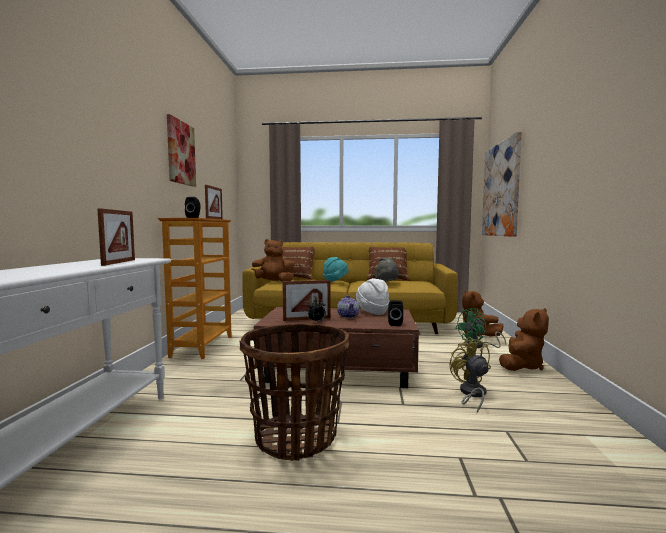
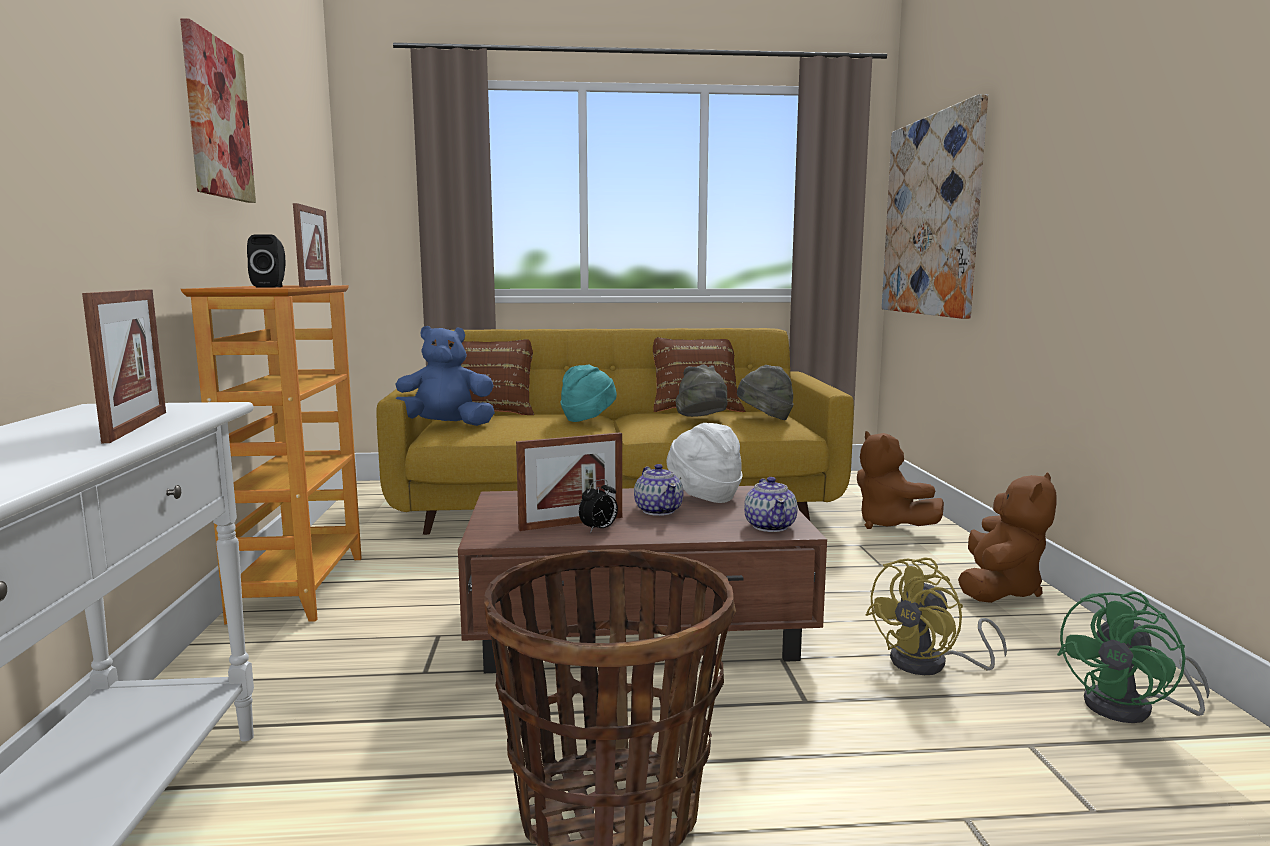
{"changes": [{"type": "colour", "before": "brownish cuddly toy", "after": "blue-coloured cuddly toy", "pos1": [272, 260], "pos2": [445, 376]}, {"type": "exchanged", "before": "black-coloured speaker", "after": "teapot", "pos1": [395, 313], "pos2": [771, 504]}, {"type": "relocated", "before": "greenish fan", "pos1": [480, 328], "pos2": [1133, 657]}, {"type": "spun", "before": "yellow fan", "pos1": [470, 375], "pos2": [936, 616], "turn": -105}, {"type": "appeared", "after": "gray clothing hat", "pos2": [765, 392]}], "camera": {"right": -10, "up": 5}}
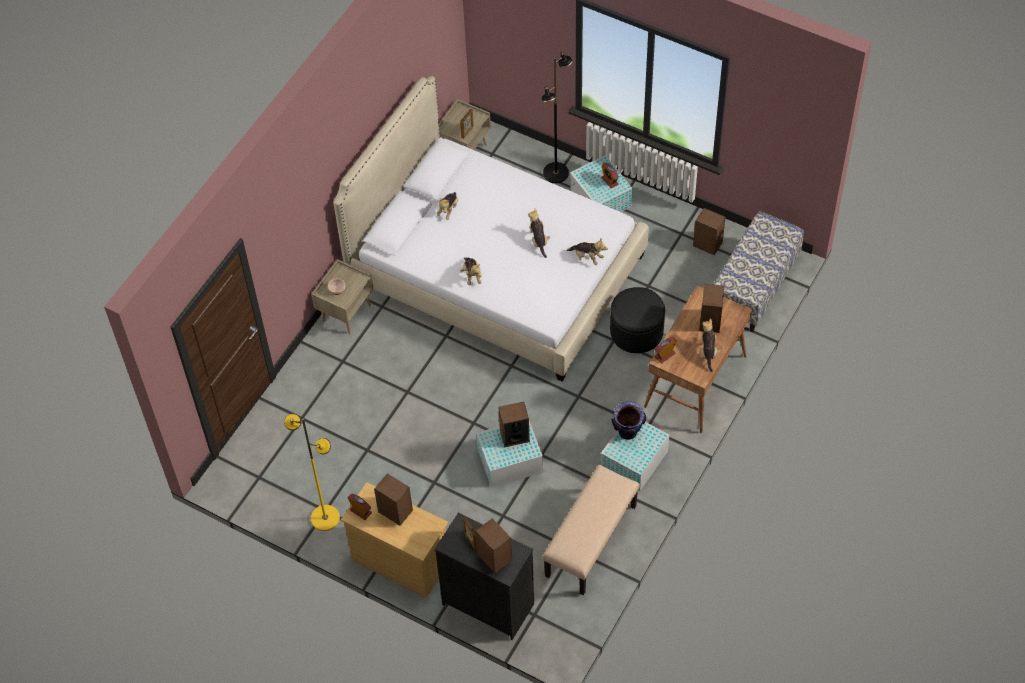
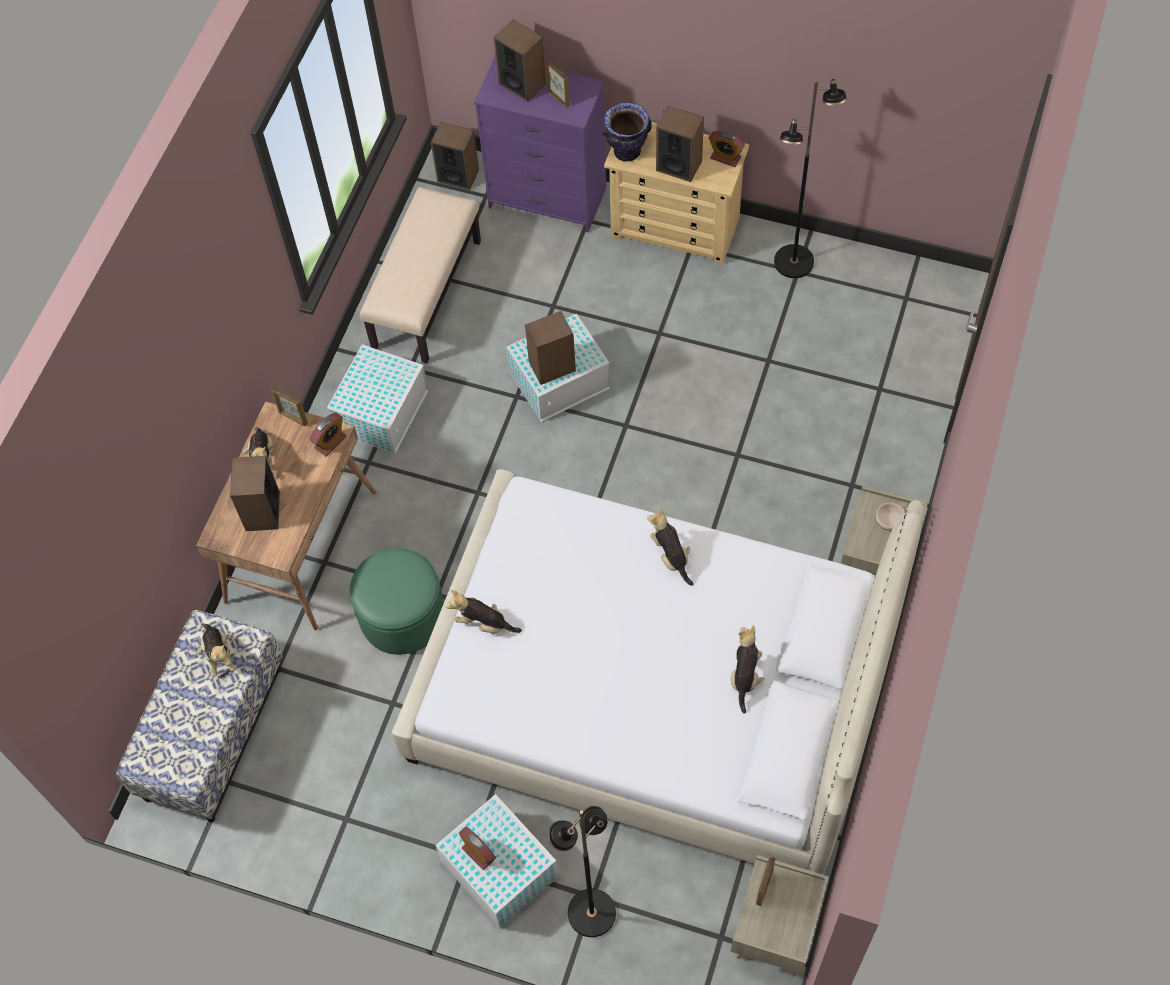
{"changes": [{"type": "relocated", "before": "cuddly toy", "pos1": [539, 233], "pos2": [216, 650]}, {"type": "relocated", "before": "speaker", "pos1": [709, 231], "pos2": [455, 156]}, {"type": "colour", "before": "black-coloured footrest", "after": "greenish footrest", "pos1": [637, 320], "pos2": [397, 601]}, {"type": "relocated", "before": "decorative vase", "pos1": [628, 420], "pos2": [627, 132]}, {"type": "colour", "before": "yellow standard lamp", "after": "black-coloured standard lamp", "pos1": [312, 472], "pos2": [810, 178]}, {"type": "colour", "before": "black-coloured dresser", "after": "purplish dresser", "pos1": [484, 576], "pos2": [540, 144]}, {"type": "appeared", "after": "photo frame", "pos2": [289, 406]}], "camera": {"right": 170, "up": 5}}
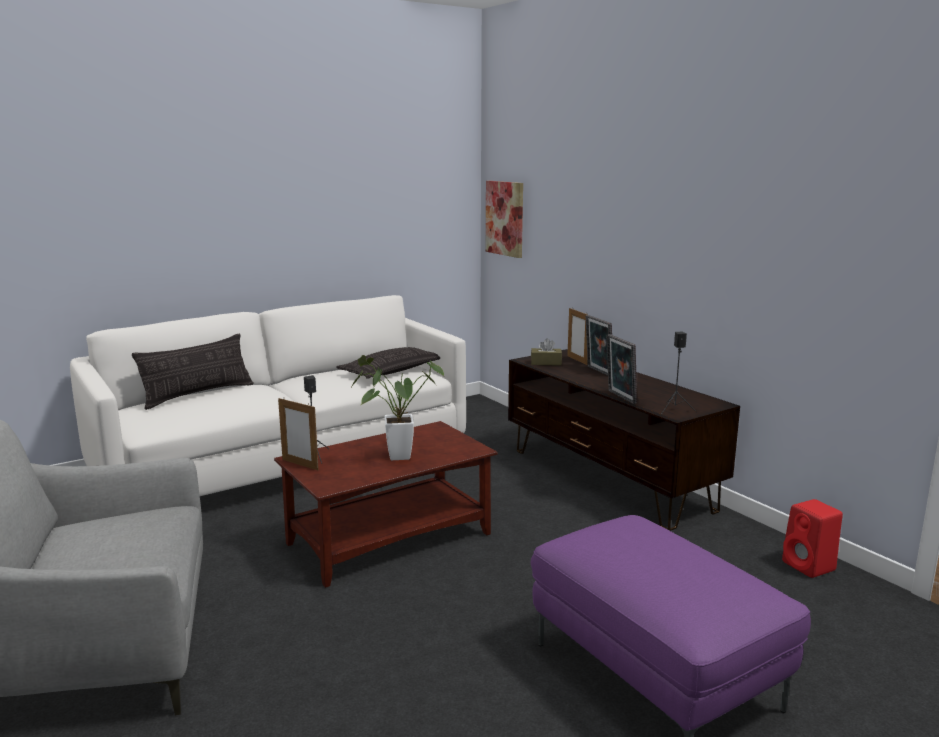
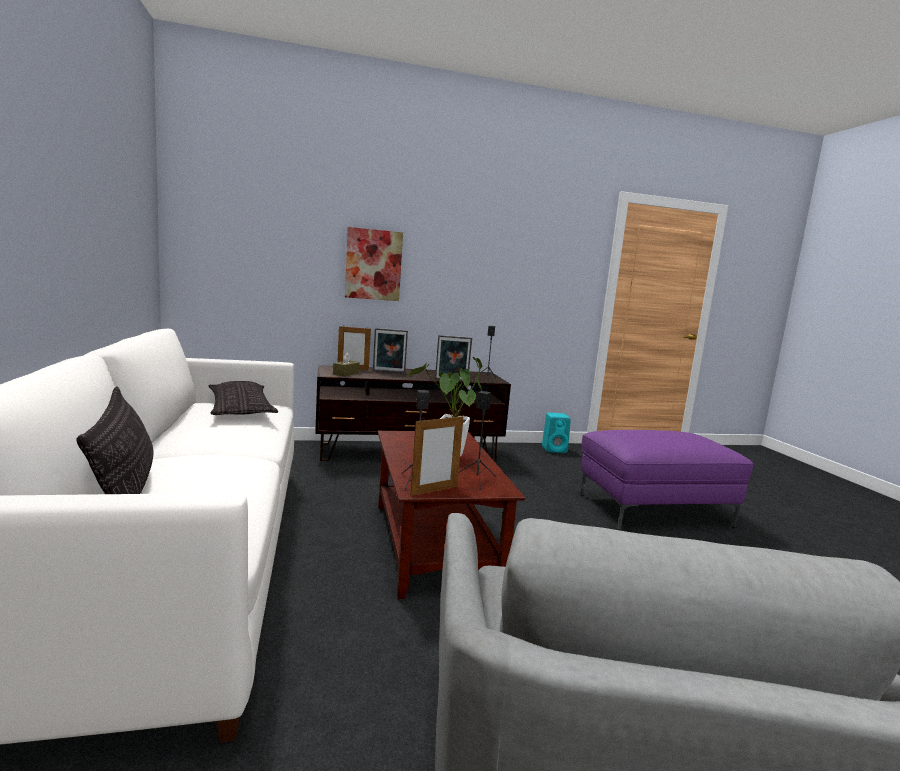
{"changes": [{"type": "relocated", "before": "picture", "pos1": [504, 219], "pos2": [374, 264]}, {"type": "colour", "before": "reddish speaker", "after": "turquoise speaker", "pos1": [812, 538], "pos2": [556, 433]}, {"type": "appeared", "after": "black-coloured speaker", "pos2": [478, 440]}], "camera": {"right": -70, "up": -5}}
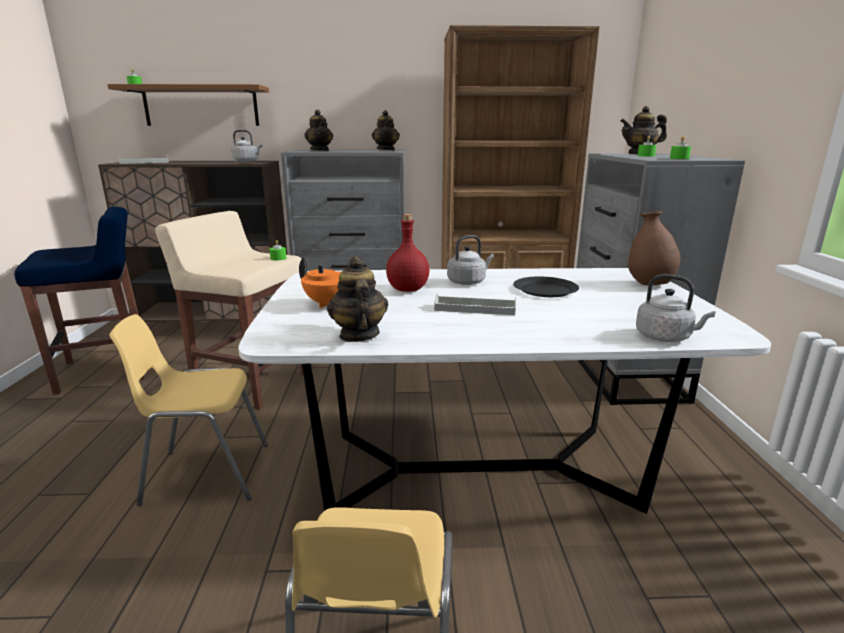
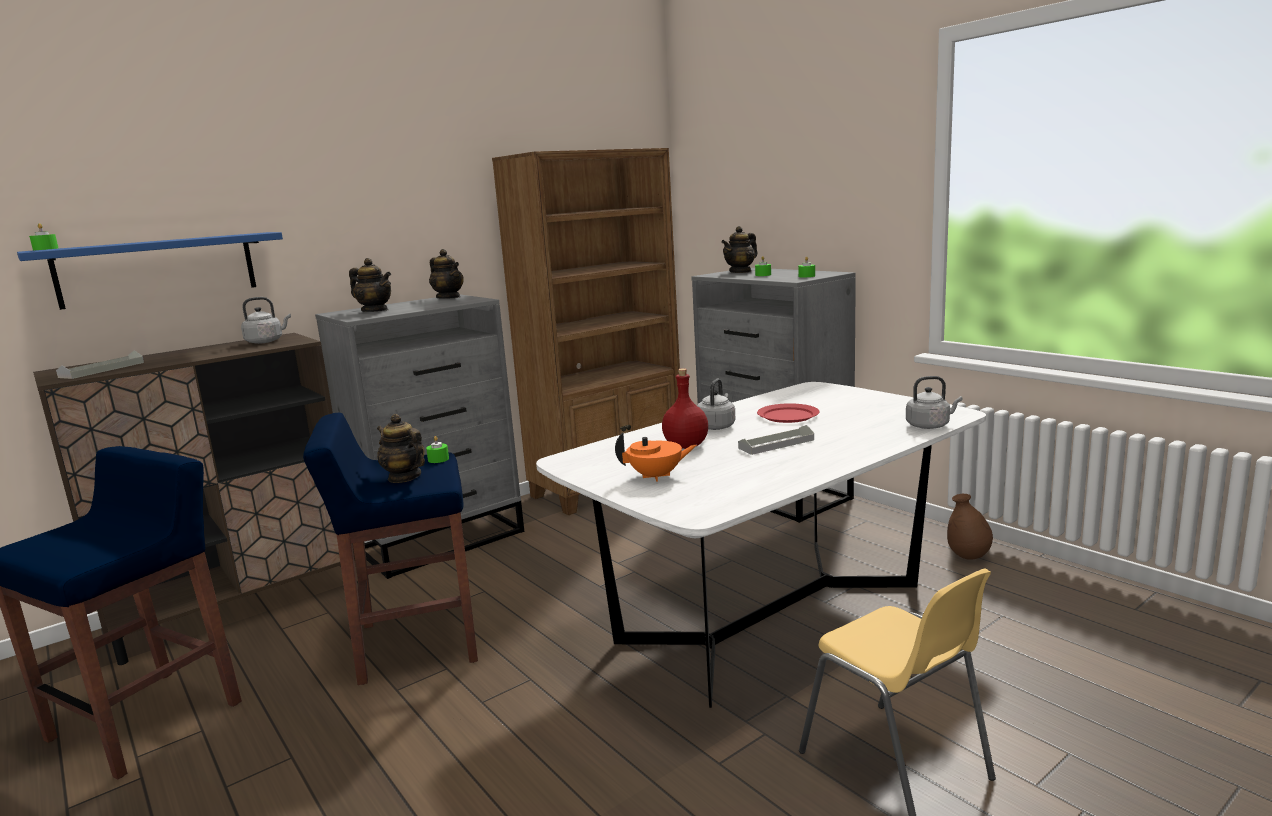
{"changes": [{"type": "colour", "before": "brownish bracket shelf", "after": "blue-coloured bracket shelf", "pos1": [188, 105], "pos2": [150, 271]}, {"type": "colour", "before": "beige sitting stool", "after": "blue-coloured sitting stool", "pos1": [229, 310], "pos2": [390, 549]}, {"type": "relocated", "before": "brownish decorative vase", "pos1": [654, 248], "pos2": [970, 527]}, {"type": "relocated", "before": "teapot", "pos1": [357, 299], "pos2": [401, 448]}, {"type": "colour", "before": "black-coloured flat dish", "after": "reddish flat dish", "pos1": [546, 287], "pos2": [788, 413]}, {"type": "missing", "before": "yellow chair", "pos1": [189, 410]}], "camera": {"right": -35, "up": -5}}
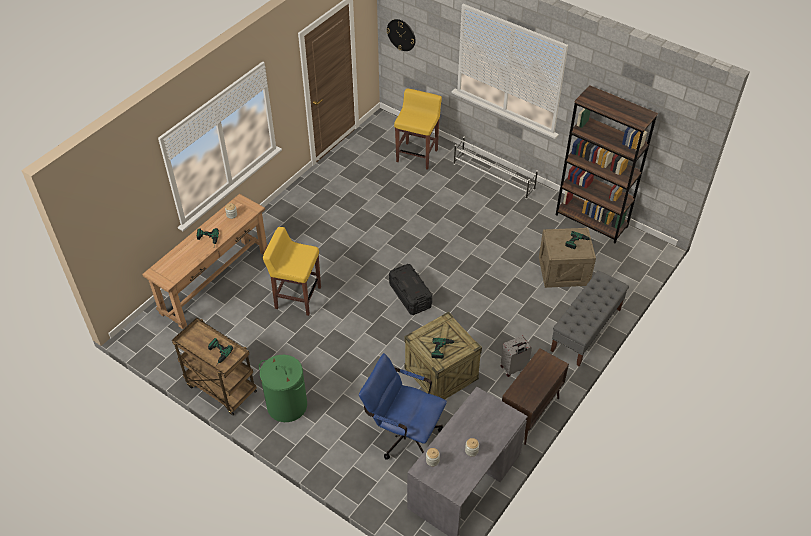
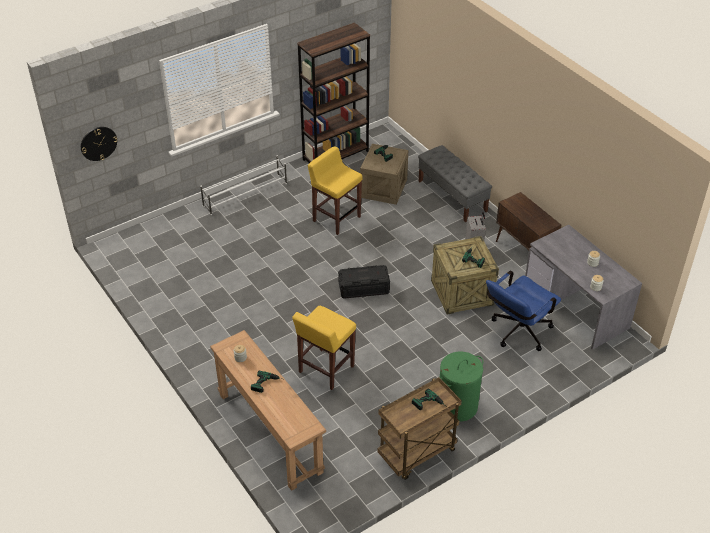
{"changes": [{"type": "relocated", "before": "yellow sitting stool", "pos1": [418, 129], "pos2": [335, 190]}], "camera": {"right": -70, "up": -5}}
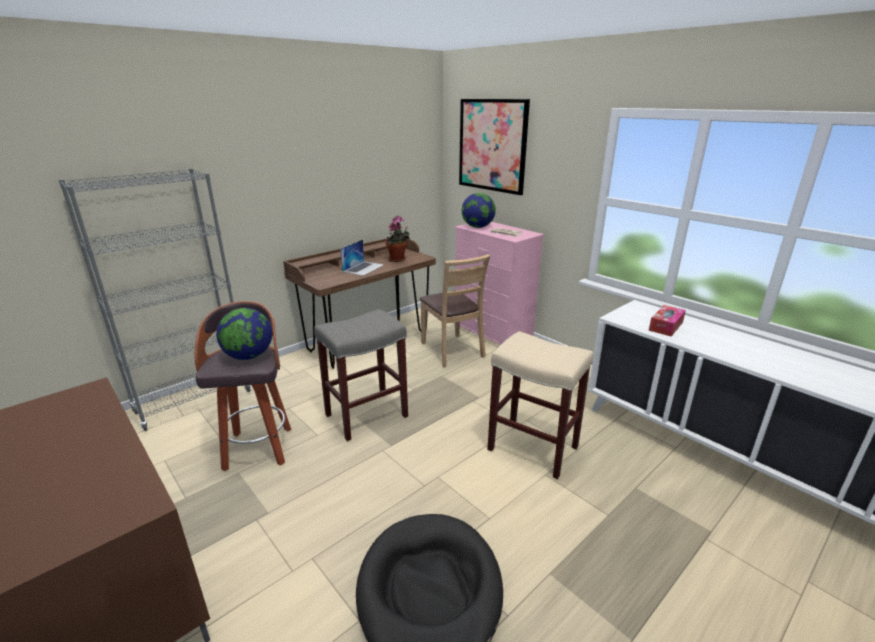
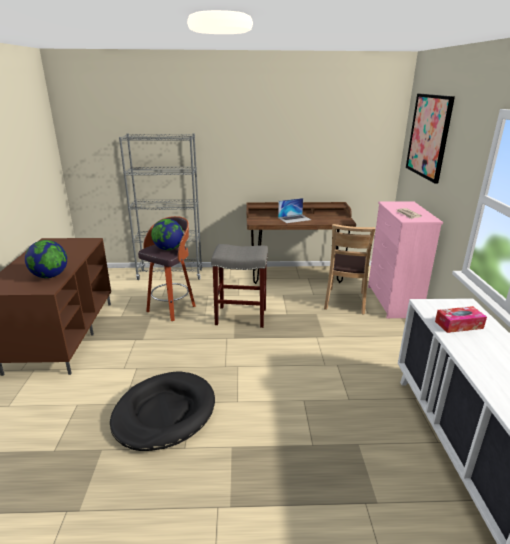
{"changes": [{"type": "relocated", "before": "globe", "pos1": [479, 210], "pos2": [46, 259]}, {"type": "missing", "before": "potted plant", "pos1": [397, 239]}, {"type": "missing", "before": "beige sitting stool", "pos1": [540, 405]}], "camera": {"right": 40, "up": 0}}
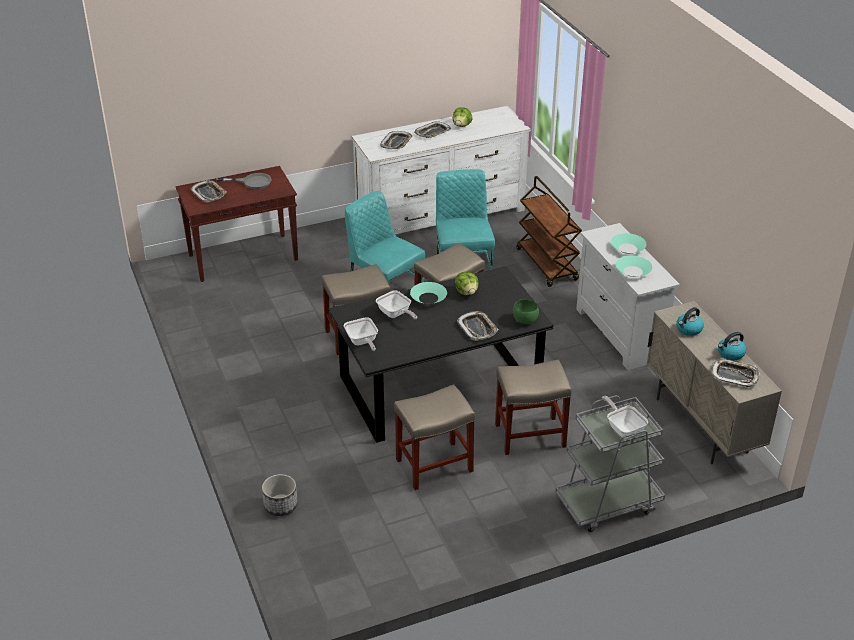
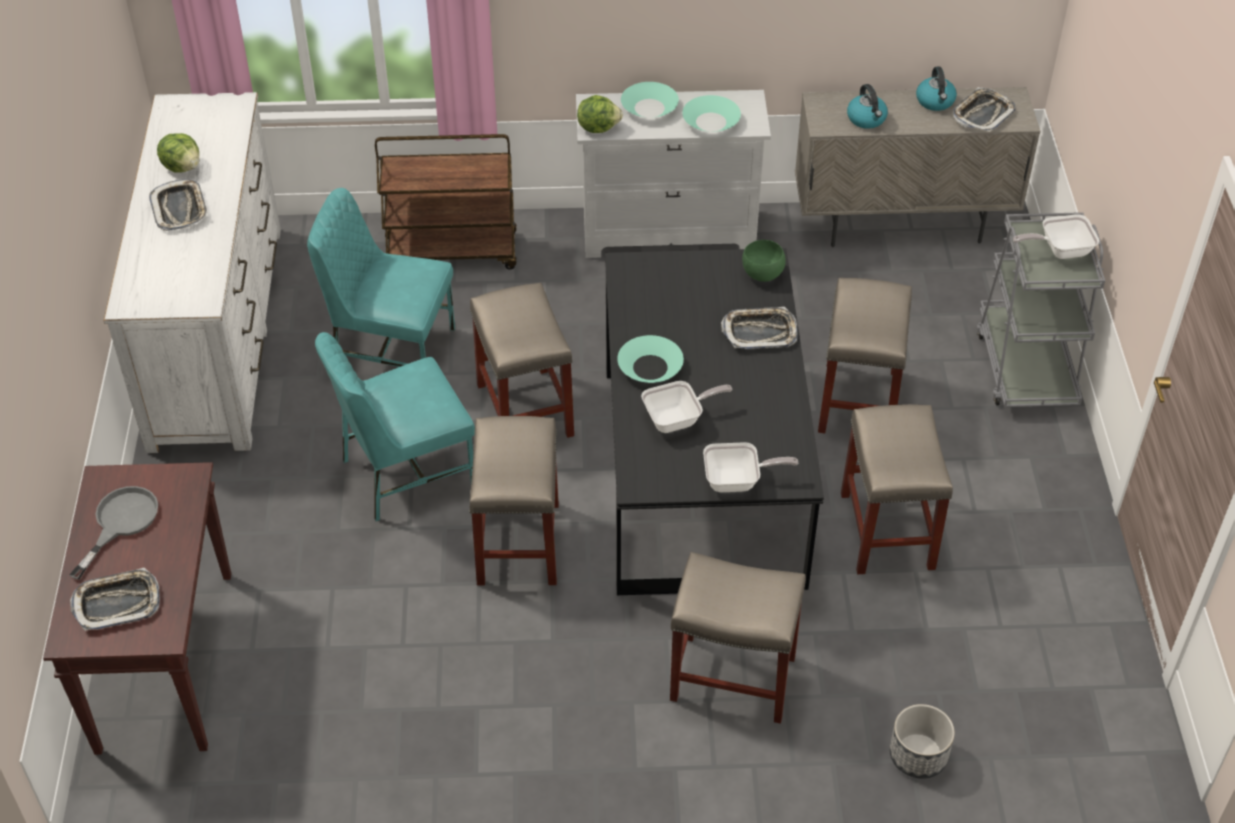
{"changes": [{"type": "missing", "before": "carrying tray", "pos1": [396, 140]}, {"type": "relocated", "before": "head of lettuce", "pos1": [467, 283], "pos2": [600, 114]}, {"type": "appeared", "after": "beige sitting stool", "pos2": [738, 638]}], "camera": {"right": -70, "up": 10}}
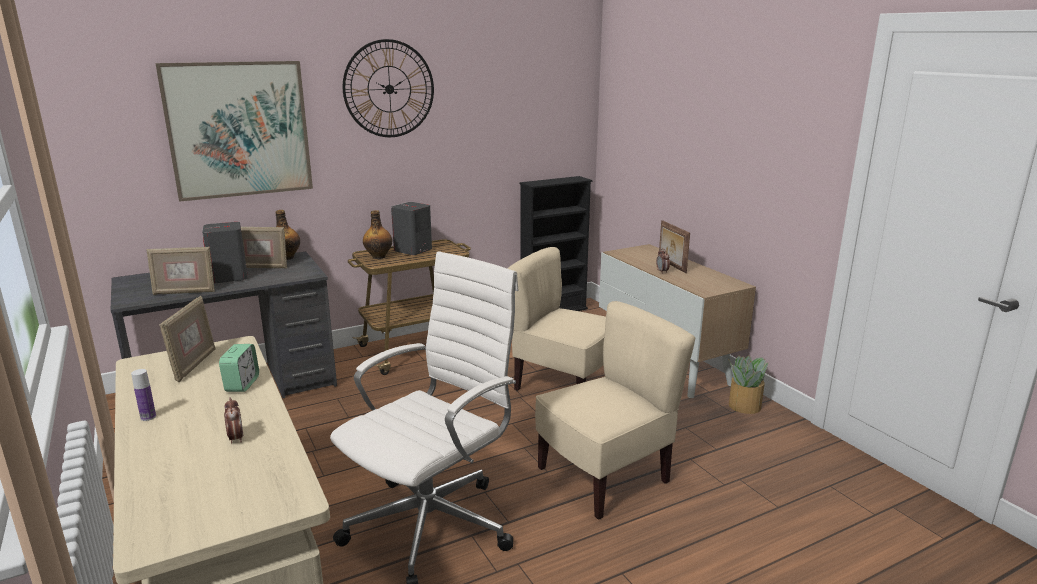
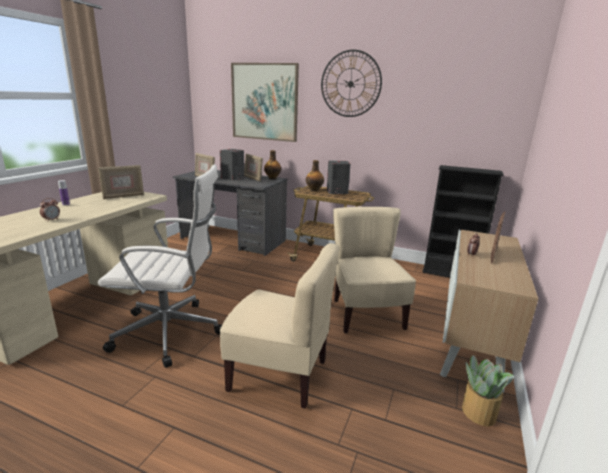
{"changes": [{"type": "missing", "before": "table clock", "pos1": [239, 368]}], "camera": {"right": 50, "up": 0}}
